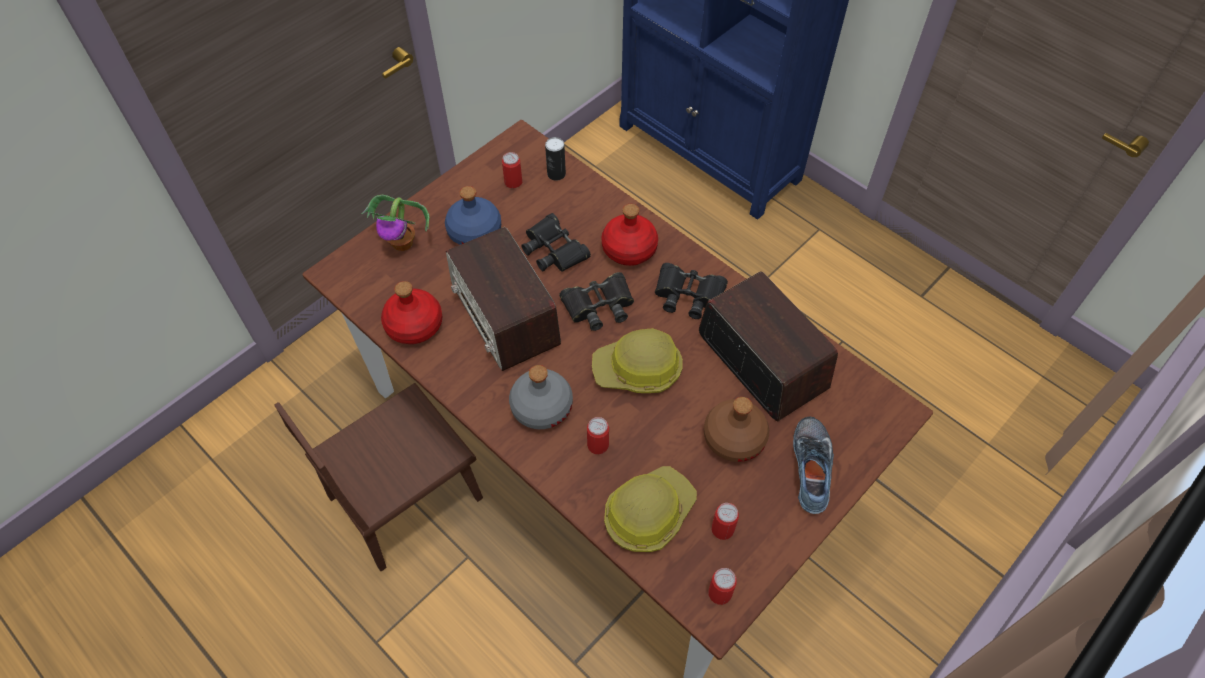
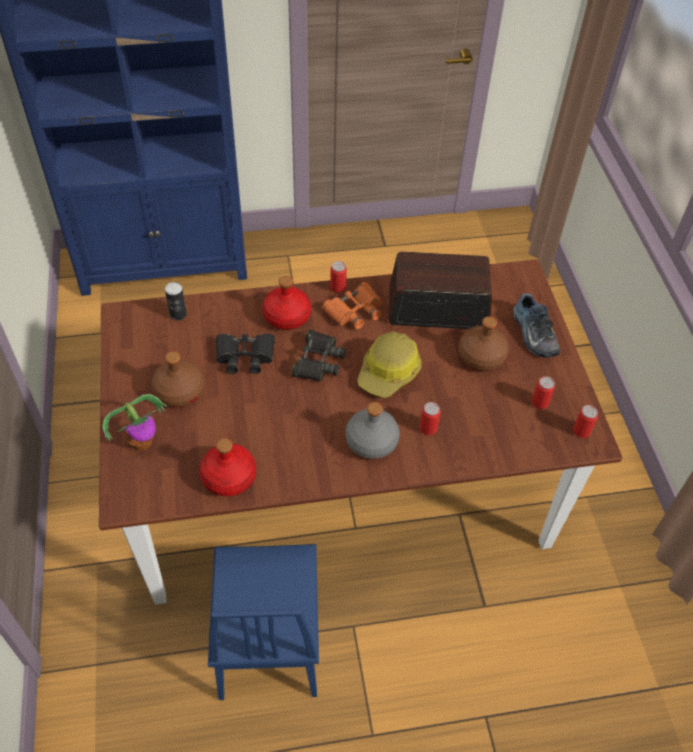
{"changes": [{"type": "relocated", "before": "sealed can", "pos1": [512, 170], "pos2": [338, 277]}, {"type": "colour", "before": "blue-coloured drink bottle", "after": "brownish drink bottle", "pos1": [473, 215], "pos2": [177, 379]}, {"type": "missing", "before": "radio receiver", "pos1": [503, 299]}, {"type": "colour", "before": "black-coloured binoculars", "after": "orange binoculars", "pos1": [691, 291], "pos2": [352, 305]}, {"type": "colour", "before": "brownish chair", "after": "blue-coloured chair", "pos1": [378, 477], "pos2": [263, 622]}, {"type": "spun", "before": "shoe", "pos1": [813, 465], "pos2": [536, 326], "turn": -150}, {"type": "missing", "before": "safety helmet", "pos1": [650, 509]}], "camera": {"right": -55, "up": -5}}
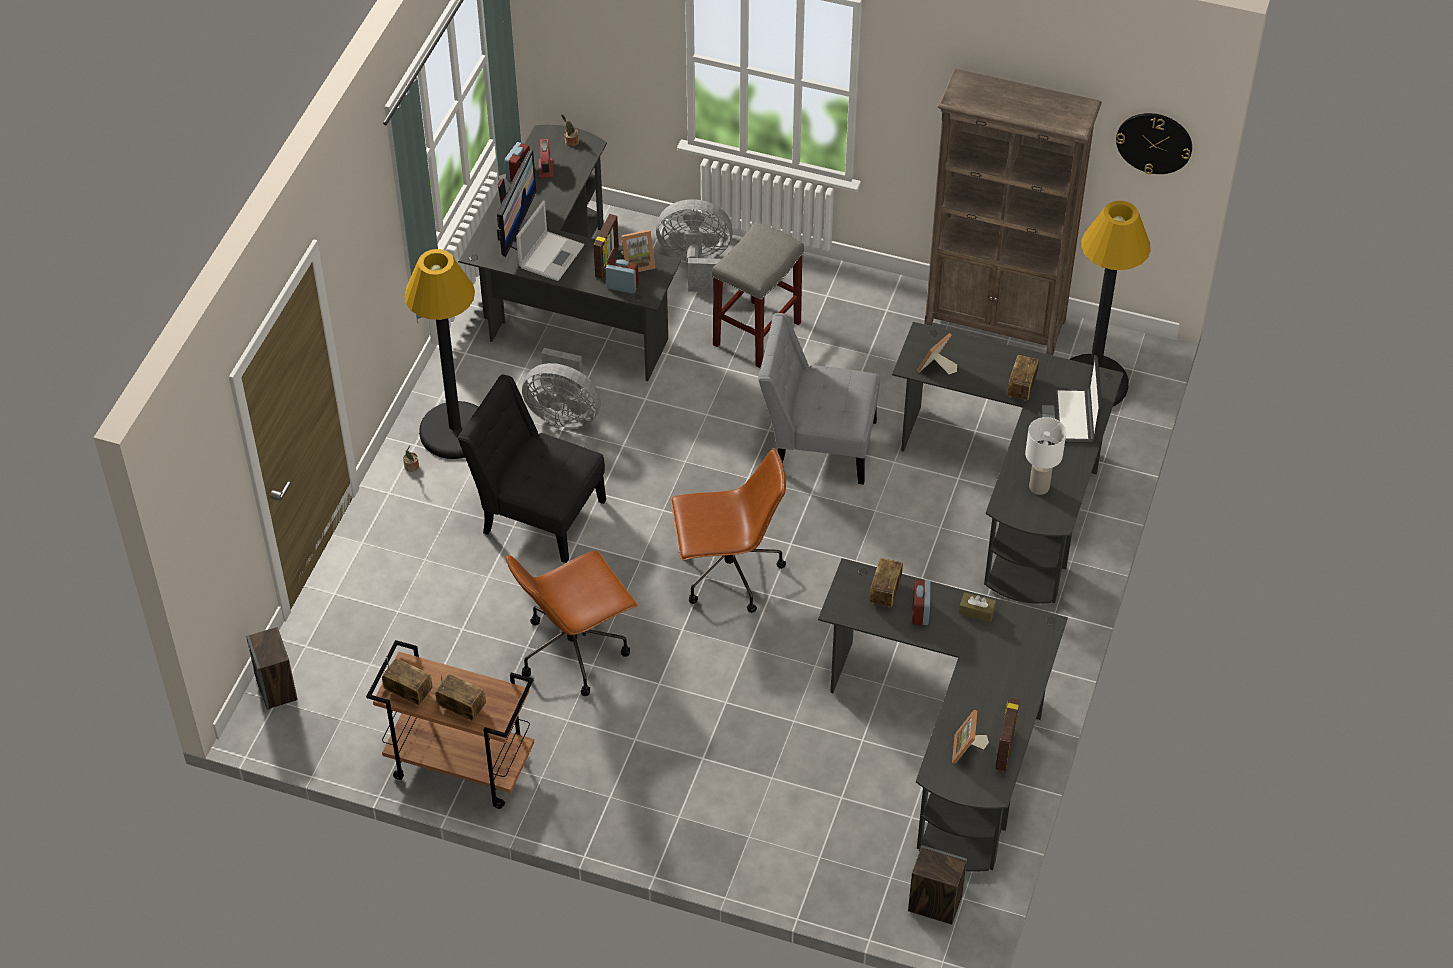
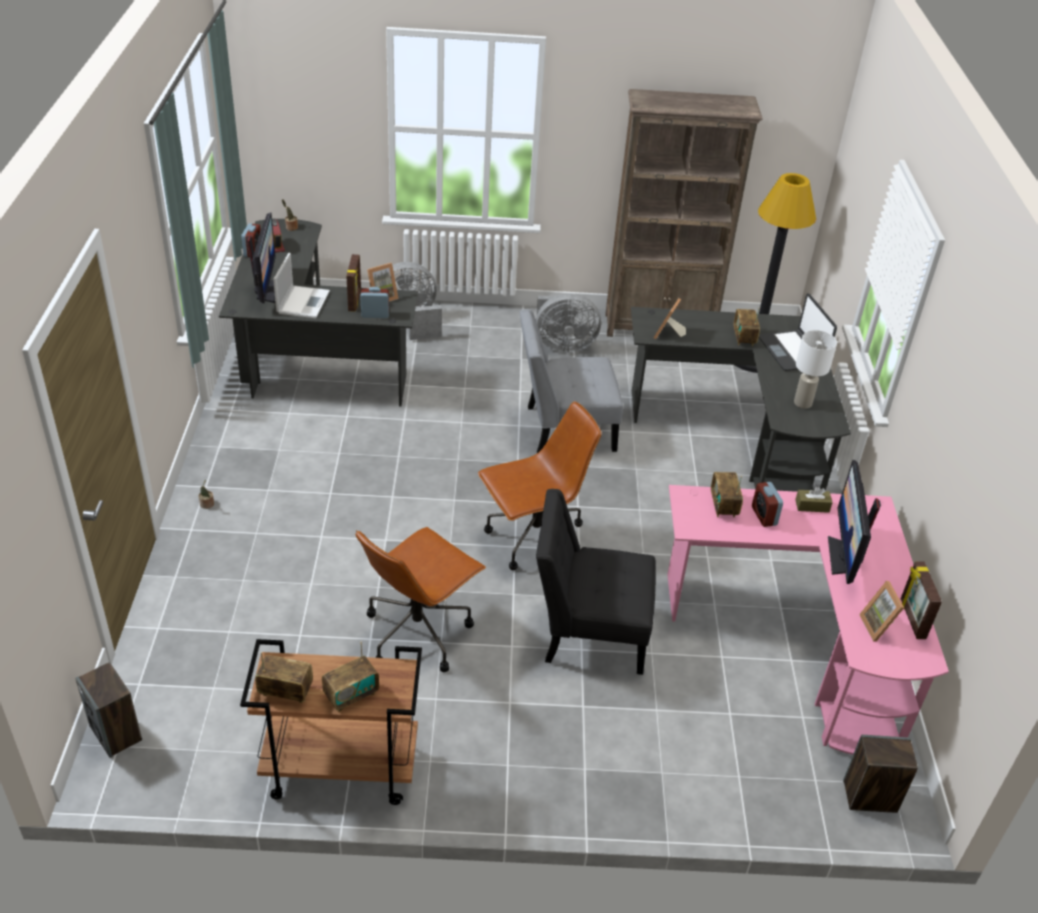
{"changes": [{"type": "missing", "before": "hanging clock", "pos1": [1154, 143]}, {"type": "missing", "before": "gray sitting stool", "pos1": [758, 295]}, {"type": "missing", "before": "black-coloured standard lamp", "pos1": [441, 354]}, {"type": "relocated", "before": "gray fan", "pos1": [561, 388], "pos2": [568, 323]}, {"type": "relocated", "before": "black-coloured chair", "pos1": [531, 469], "pos2": [596, 582]}, {"type": "colour", "before": "black-coloured desk", "after": "pink-coloured desk", "pos1": [943, 715], "pos2": [808, 620]}, {"type": "spun", "before": "radio receiver", "pos1": [460, 697], "pos2": [350, 677], "turn": 135}, {"type": "appeared", "after": "monitor", "pos2": [854, 522]}], "camera": {"right": -20, "up": -10}}
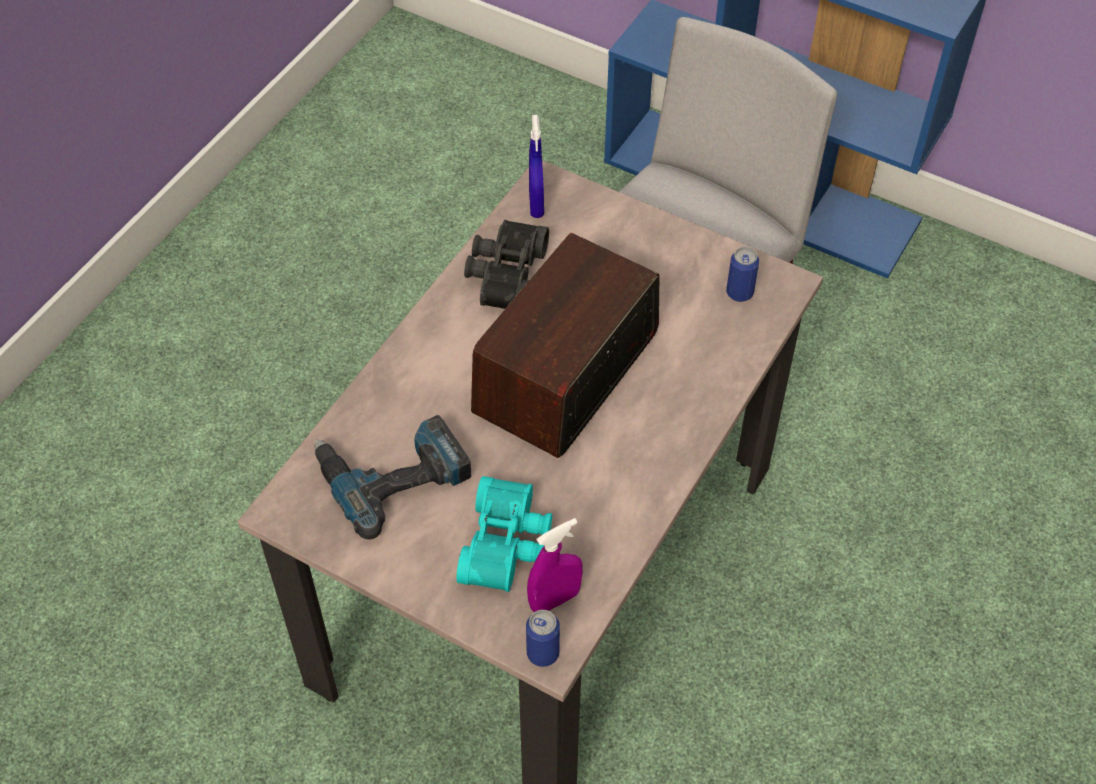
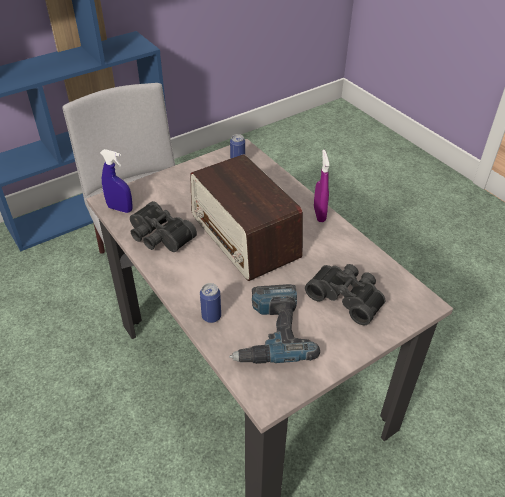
{"changes": [{"type": "colour", "before": "turquoise binoculars", "after": "black-coloured binoculars", "pos1": [504, 534], "pos2": [345, 294]}, {"type": "relocated", "before": "purplish sprayer", "pos1": [555, 565], "pos2": [322, 186]}, {"type": "relocated", "before": "sealed can", "pos1": [543, 638], "pos2": [210, 303]}], "camera": {"right": -65, "up": -10}}
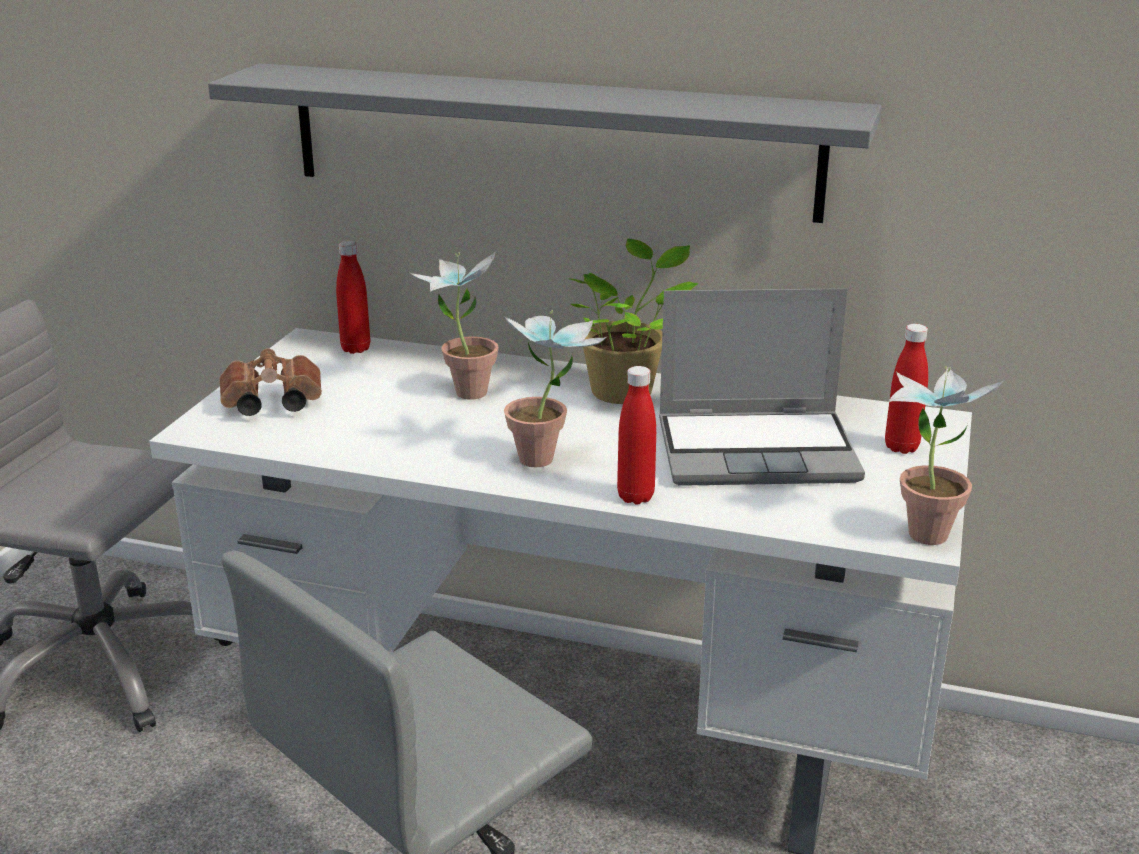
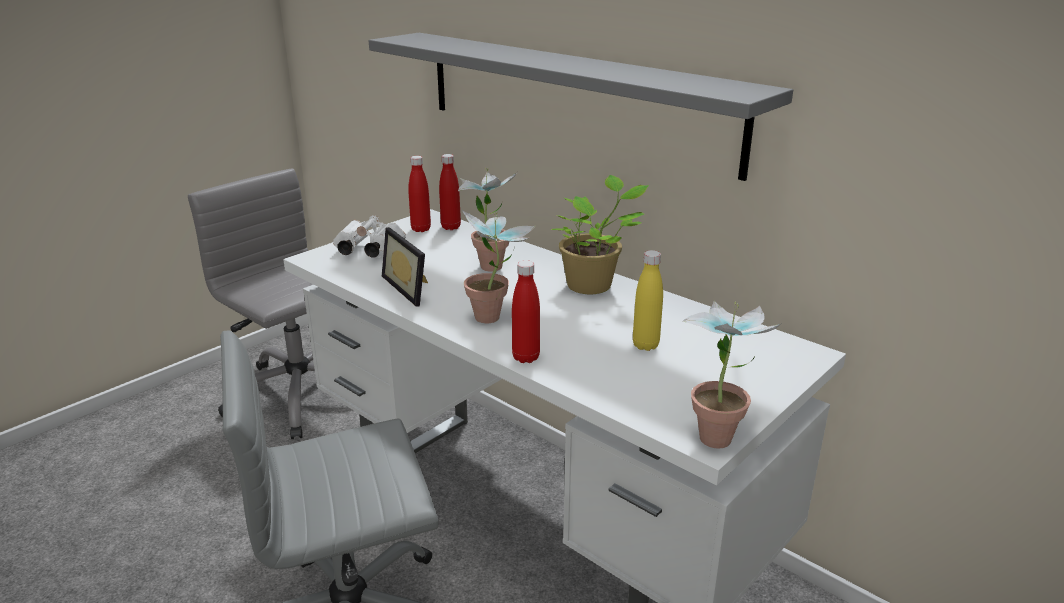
{"changes": [{"type": "exchanged", "before": "laptop", "after": "yellow drink bottle", "pos1": [762, 387], "pos2": [648, 300]}, {"type": "relocated", "before": "reddish drink bottle", "pos1": [906, 389], "pos2": [419, 194]}, {"type": "colour", "before": "brownish binoculars", "after": "white binoculars", "pos1": [270, 382], "pos2": [369, 236]}, {"type": "appeared", "after": "photo frame", "pos2": [405, 267]}], "camera": {"right": 25, "up": 0}}
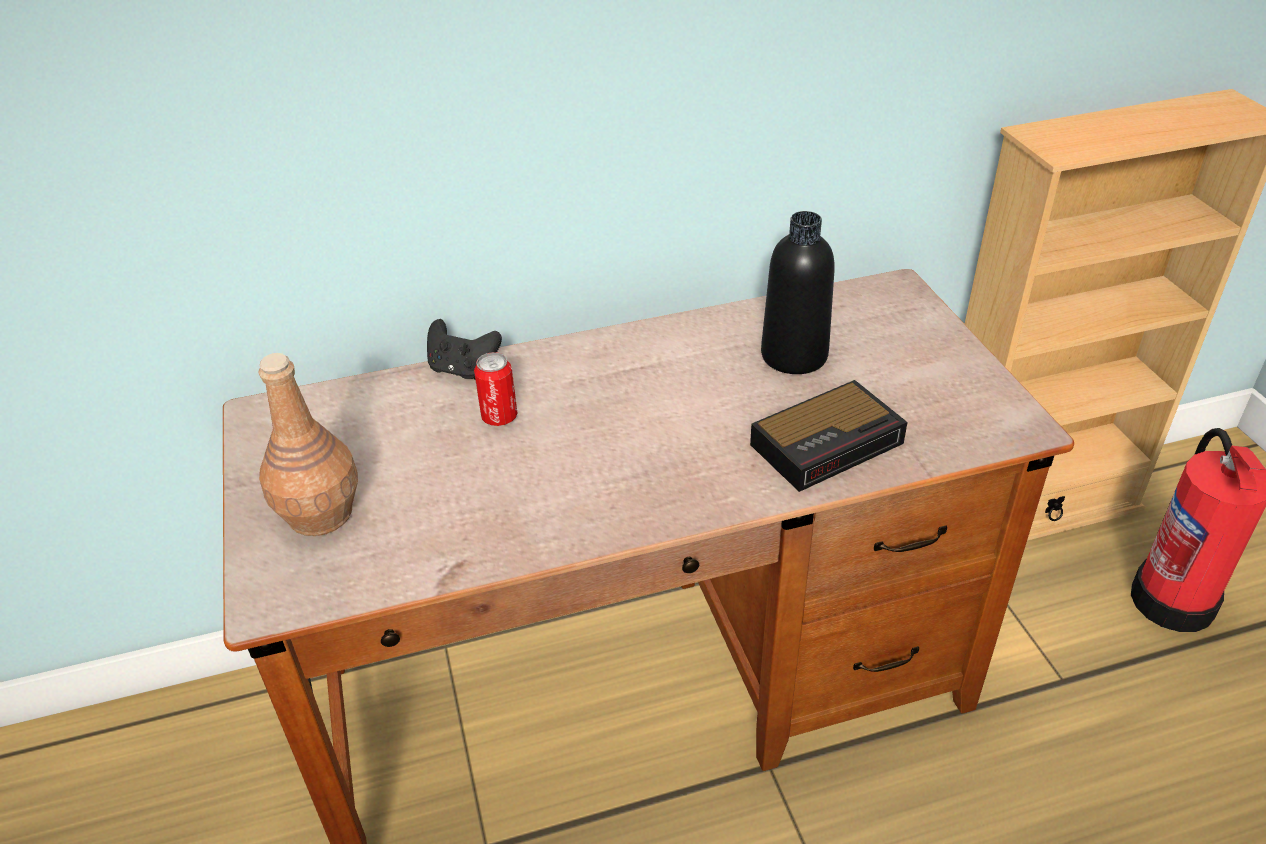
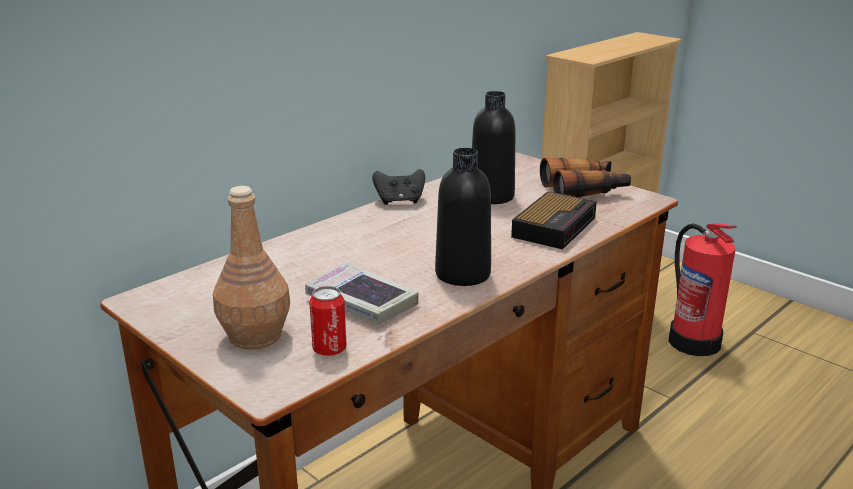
{"changes": [{"type": "relocated", "before": "black-coloured game controller", "pos1": [464, 349], "pos2": [398, 187]}, {"type": "relocated", "before": "sealed can", "pos1": [495, 389], "pos2": [328, 321]}, {"type": "appeared", "after": "black-coloured drink bottle", "pos2": [463, 217]}, {"type": "appeared", "after": "binoculars", "pos2": [585, 178]}, {"type": "appeared", "after": "volume", "pos2": [362, 293]}], "camera": {"right": -30, "up": -15}}
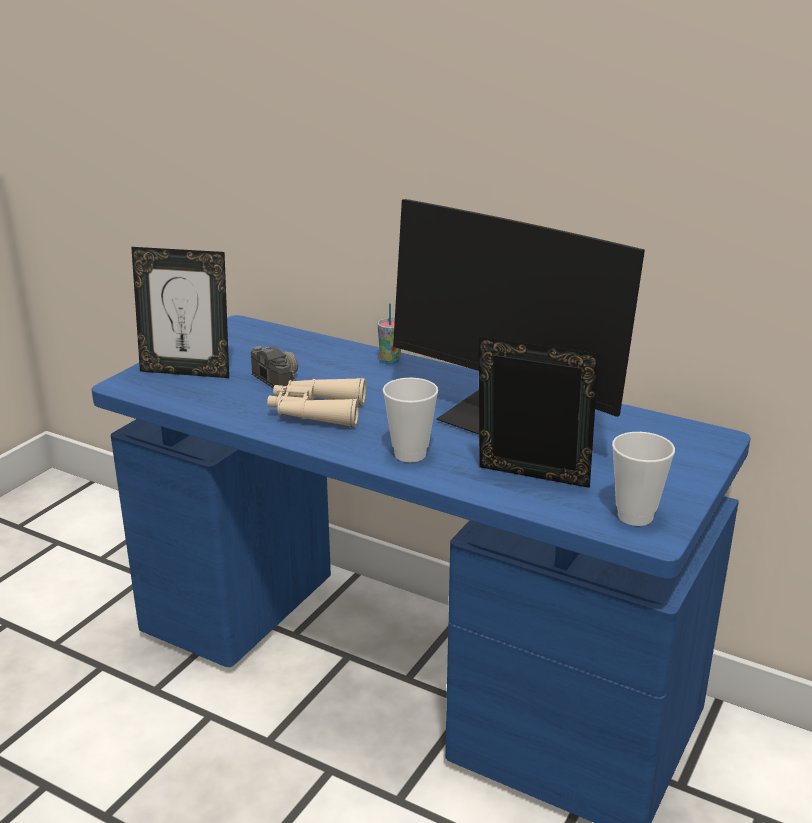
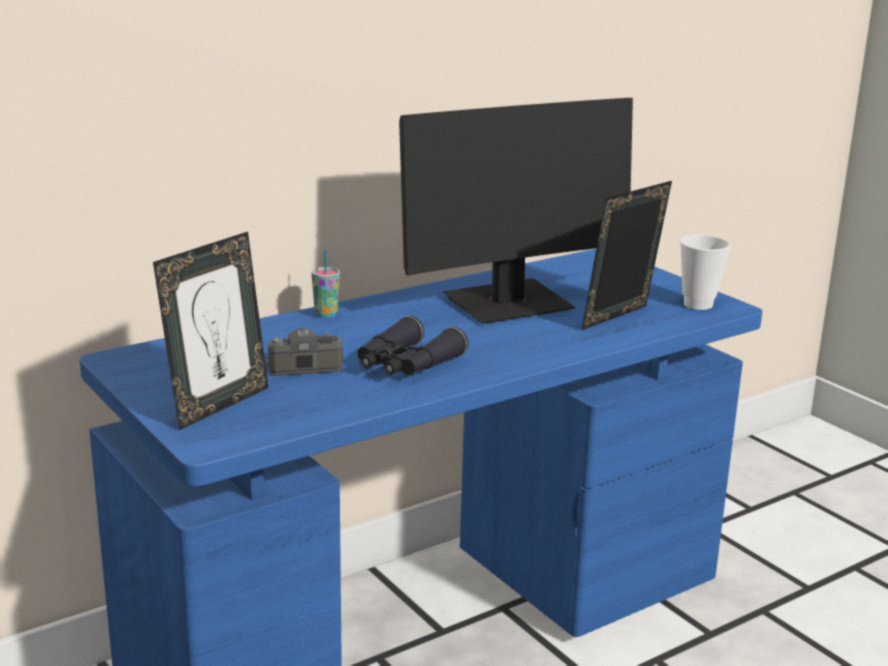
{"changes": [{"type": "colour", "before": "beige binoculars", "after": "black-coloured binoculars", "pos1": [316, 402], "pos2": [412, 345]}, {"type": "missing", "before": "cup", "pos1": [410, 420]}], "camera": {"right": -65, "up": -5}}
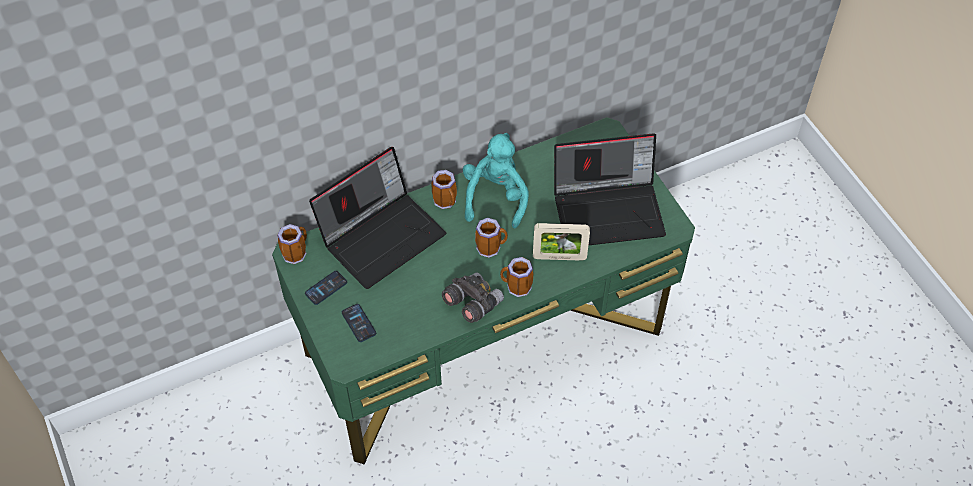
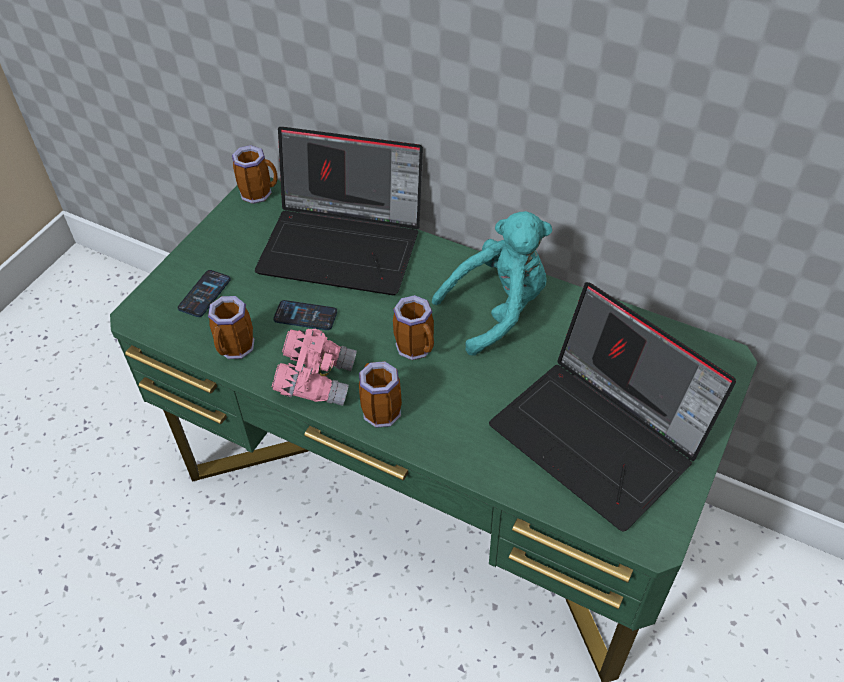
{"changes": [{"type": "relocated", "before": "tea mug", "pos1": [444, 189], "pos2": [231, 327]}, {"type": "missing", "before": "photo frame", "pos1": [561, 242]}, {"type": "relocated", "before": "phone", "pos1": [326, 288], "pos2": [305, 315]}, {"type": "colour", "before": "gray binoculars", "after": "pink-coloured binoculars", "pos1": [473, 298], "pos2": [314, 367]}], "camera": {"right": 55, "up": -5}}
